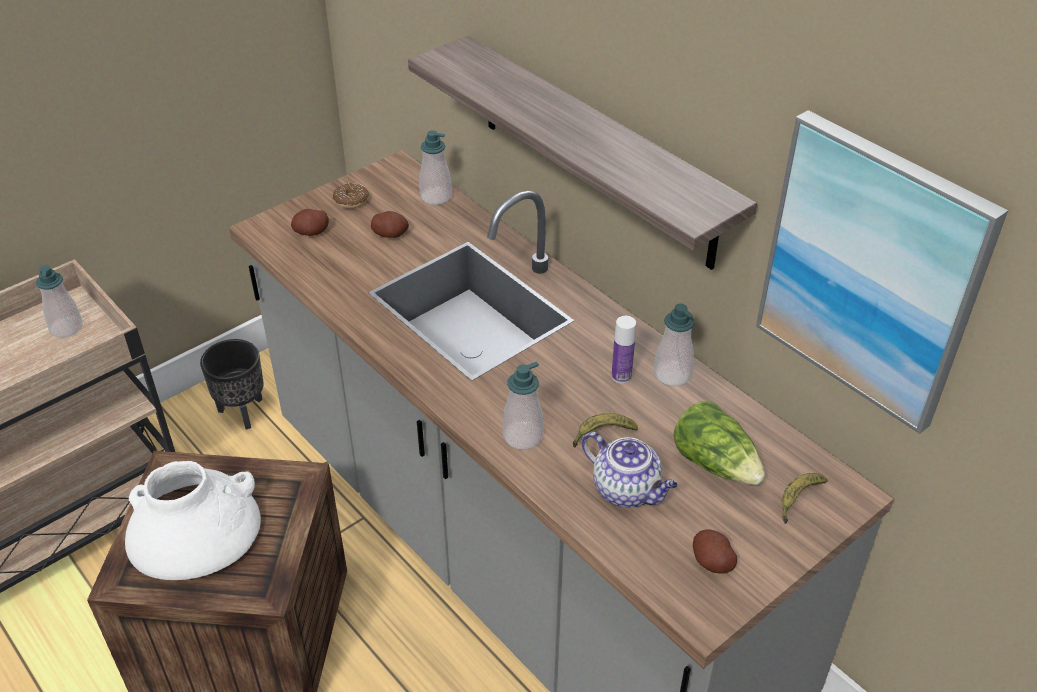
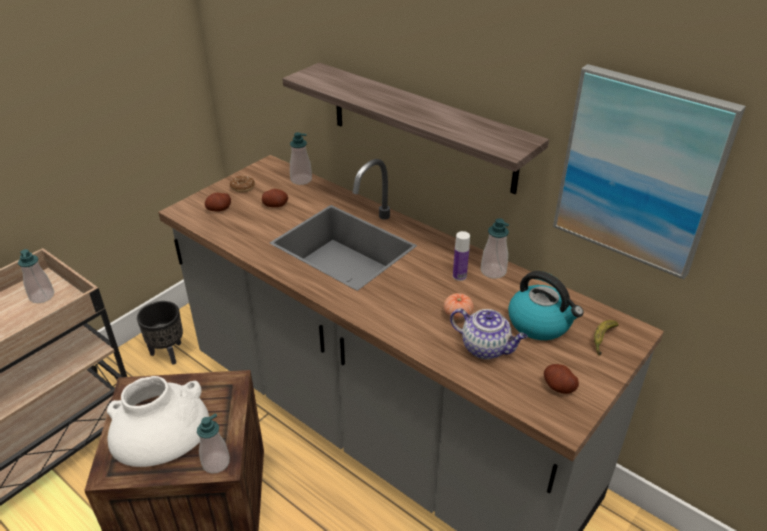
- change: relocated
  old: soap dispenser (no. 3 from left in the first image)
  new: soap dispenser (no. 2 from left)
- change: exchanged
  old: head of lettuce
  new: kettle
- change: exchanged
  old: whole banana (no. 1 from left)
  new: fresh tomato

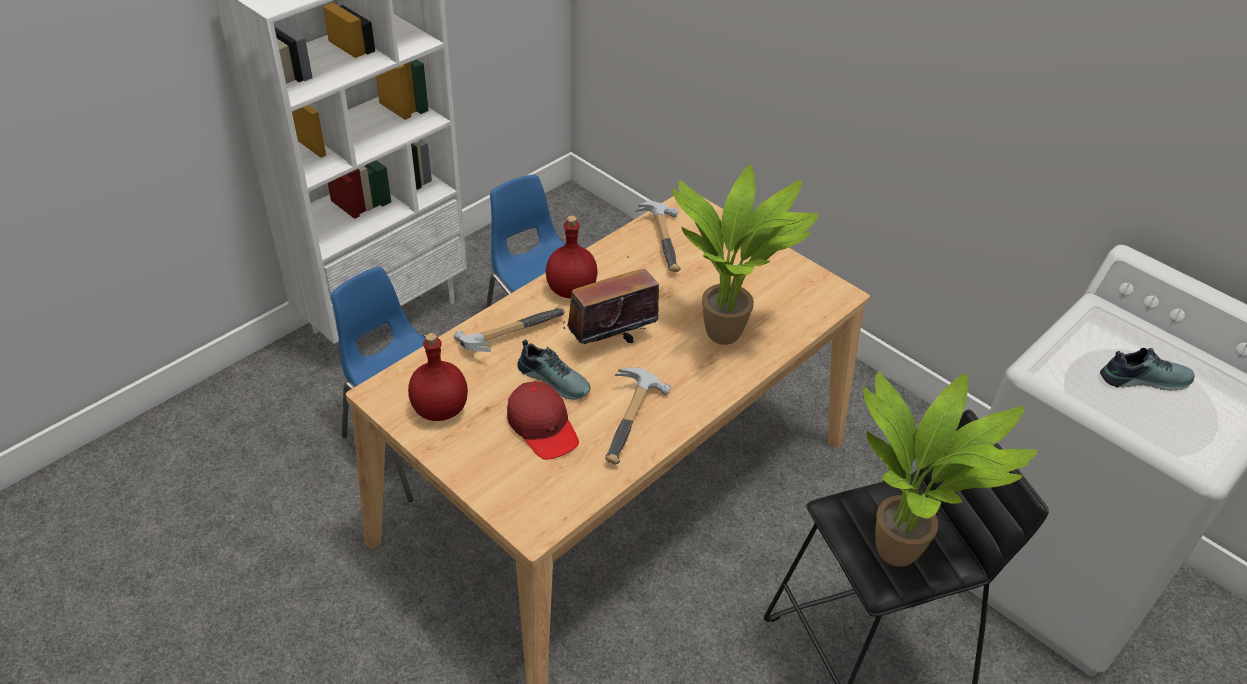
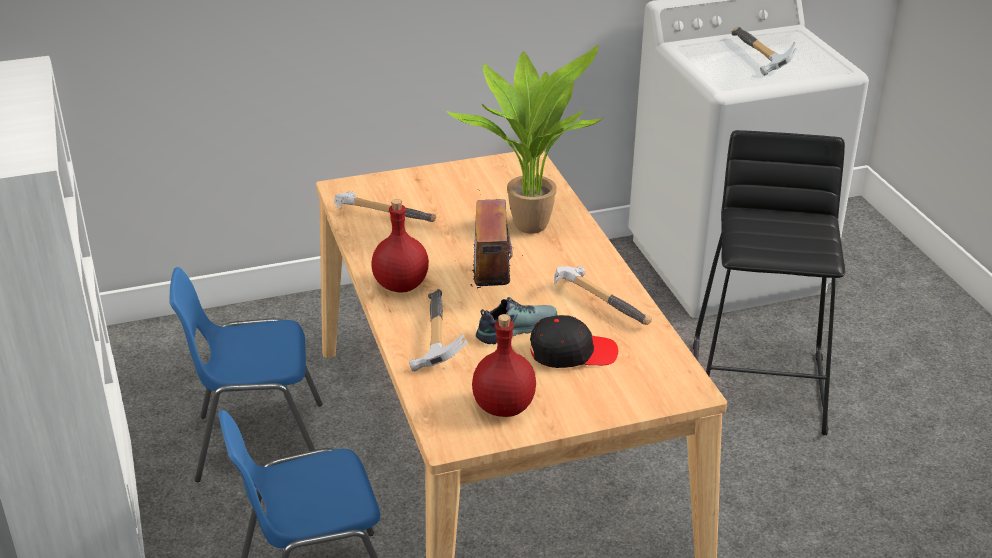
- change: exchanged
  old: shoe (no. 2 from left)
  new: tool hammer (no. 4 from left)
- change: missing
  old: potted plant (no. 2 from left)
- change: colour
  old: peaked cap/red-coloured
  new: peaked cap/black-coloured

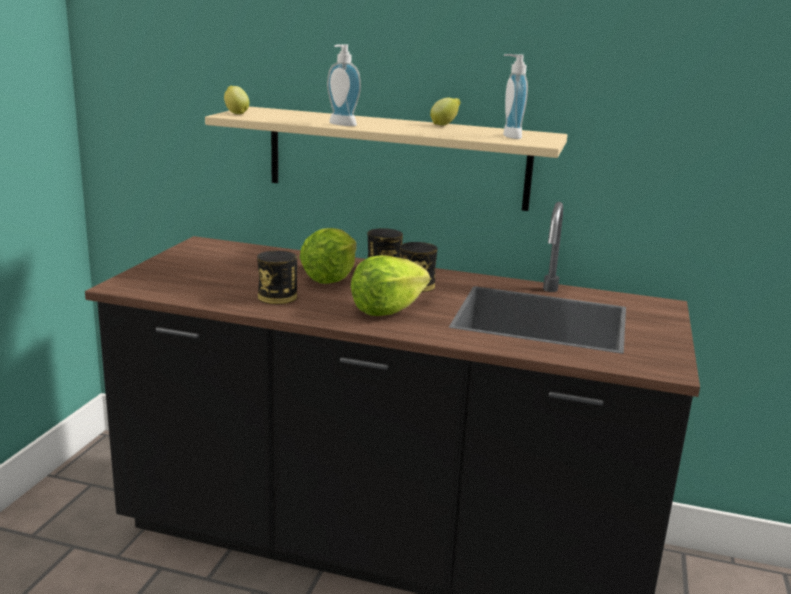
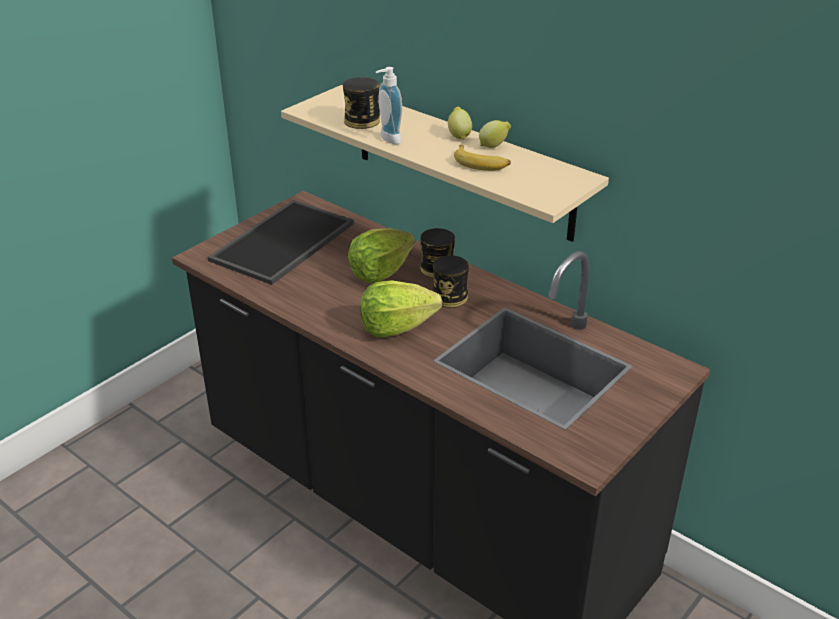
- change: missing
  old: soap dispenser (no. 2 from left)
- change: relocated
  old: lemon (no. 1 from left)
- change: relocated
  old: can (no. 1 from left)
- change: appeared
  new: whole banana
- change: appeared
  new: carrying tray

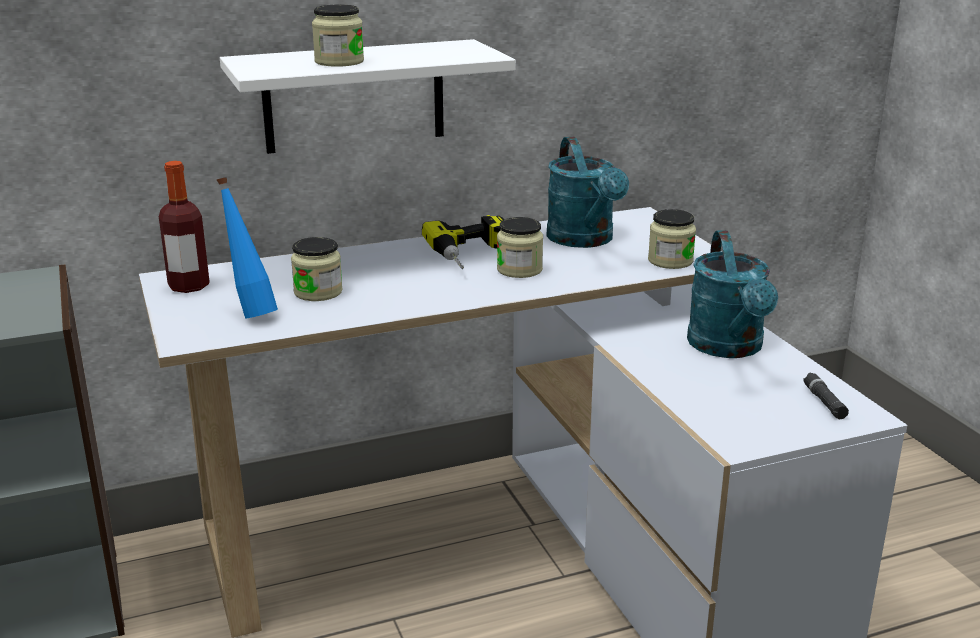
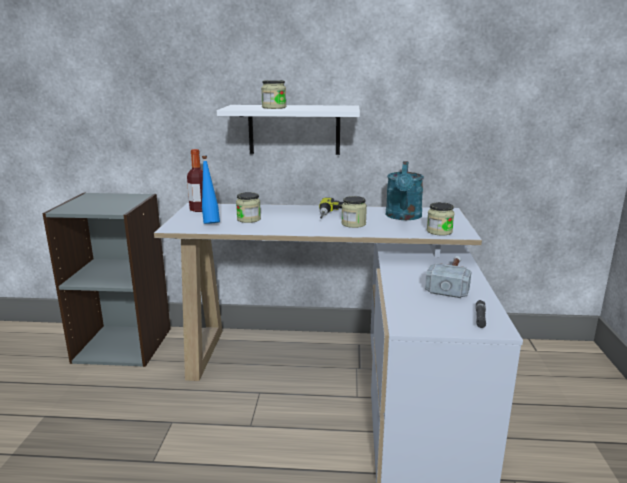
- change: exchanged
  old: watering pot/turquoise (no. 2 from left)
  new: tool hammer

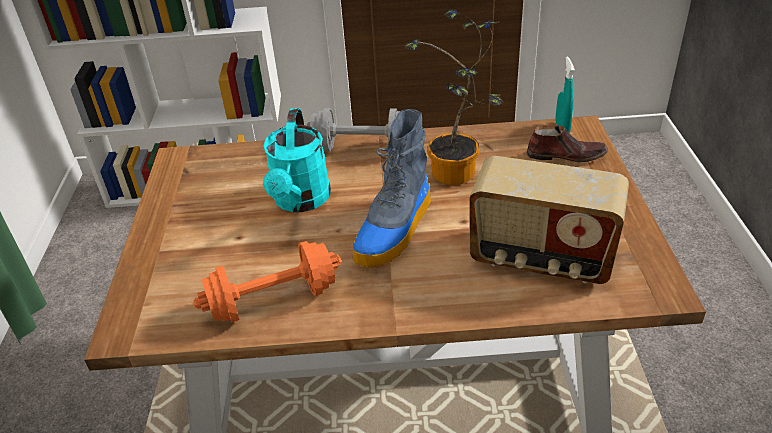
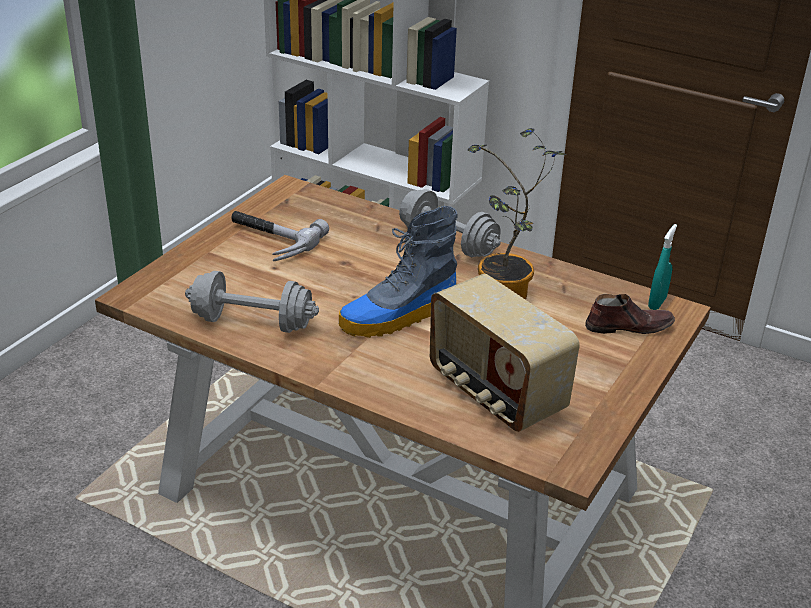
- change: missing
  old: watering pot/turquoise
- change: spun
  old: shoe/brown-coloured
  degrees: -45
- change: colour
  old: hand weight/orange
  new: hand weight/grey (no. 1 from left)
- change: appeared
  new: tool hammer

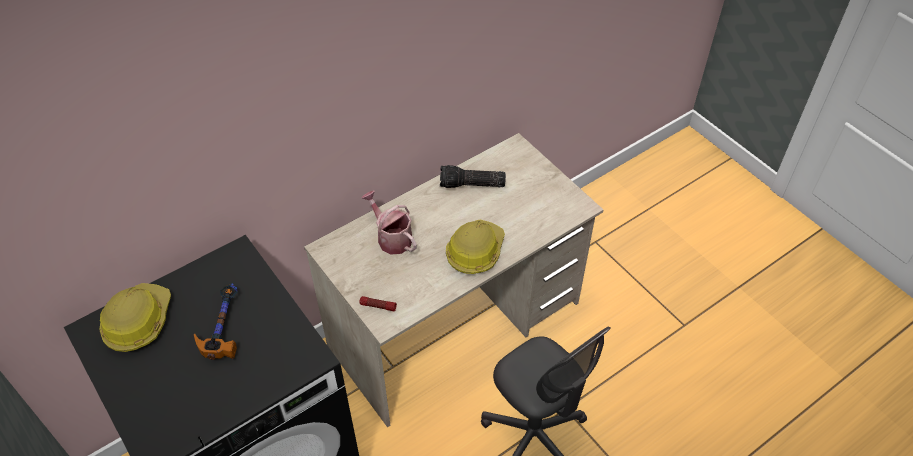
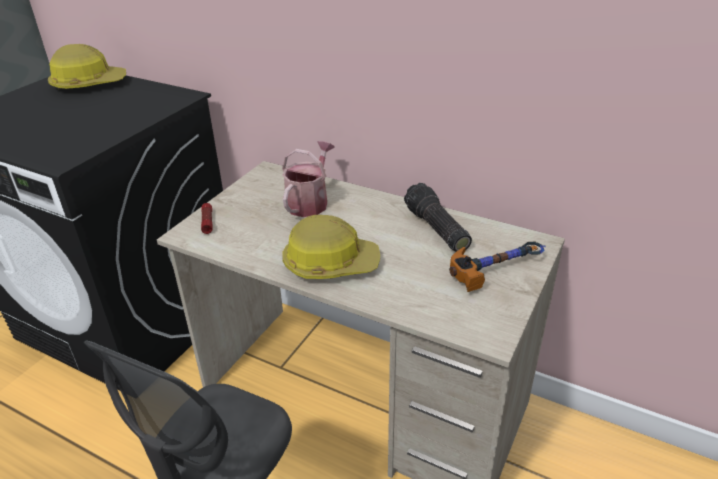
- change: relocated
  old: tool hammer

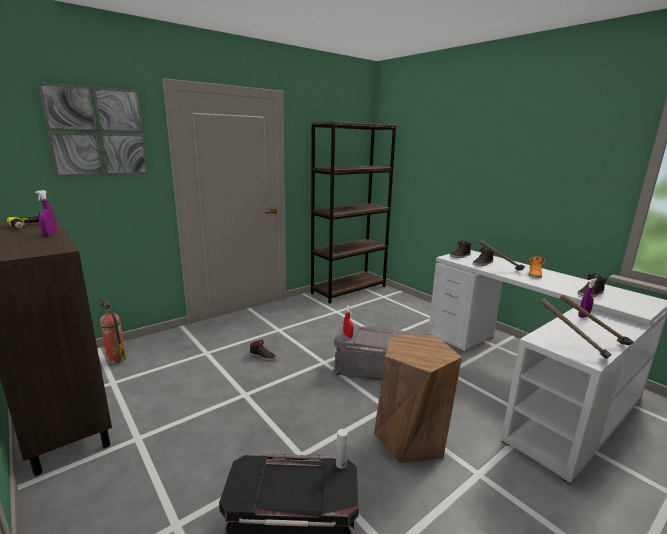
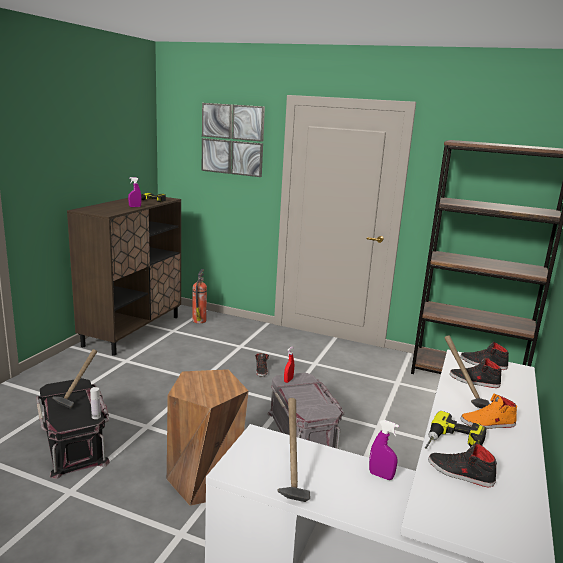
- change: relocated
  old: tool hammer (no. 2 from left in the first image)
  new: tool hammer (no. 1 from left)
- change: appeared
  new: electric drill (no. 2 from left)

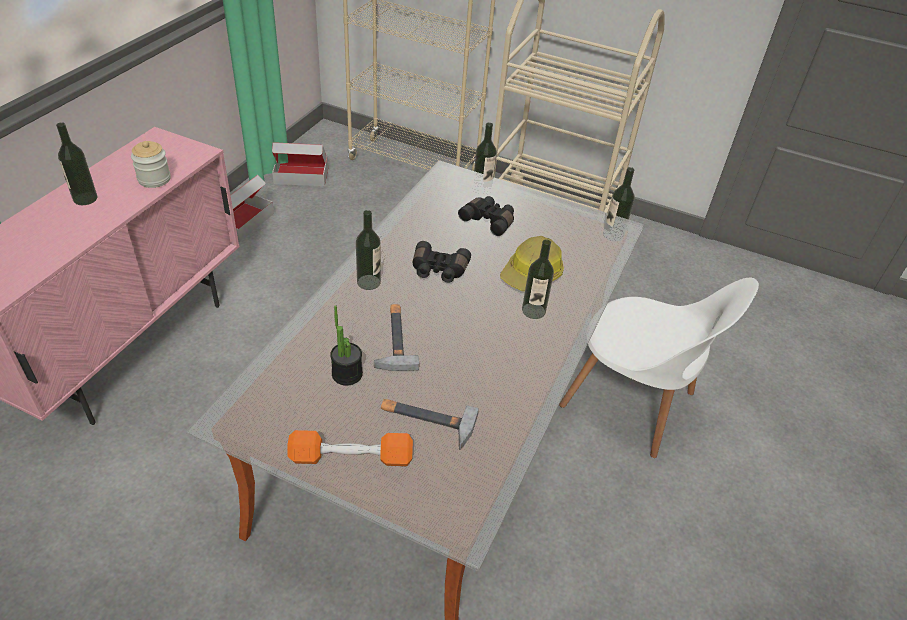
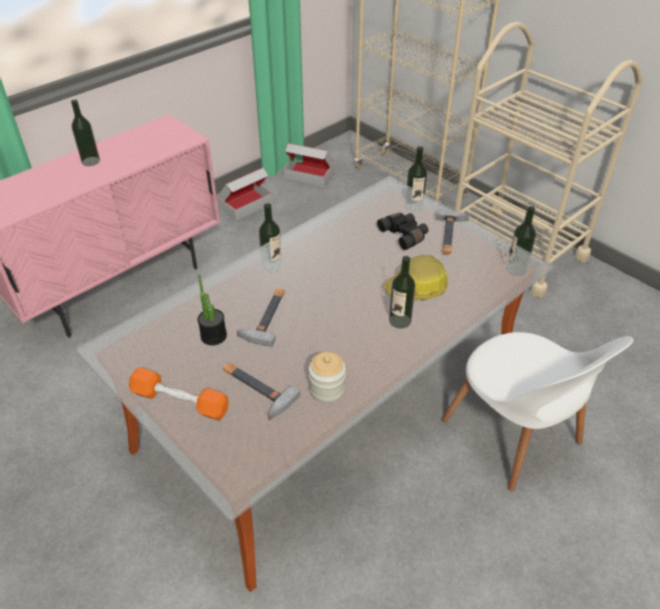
- change: relocated
  old: storage jar
- change: missing
  old: field glasses/black-coloured (no. 1 from left)
- change: appeared
  new: tool hammer (no. 3 from left)

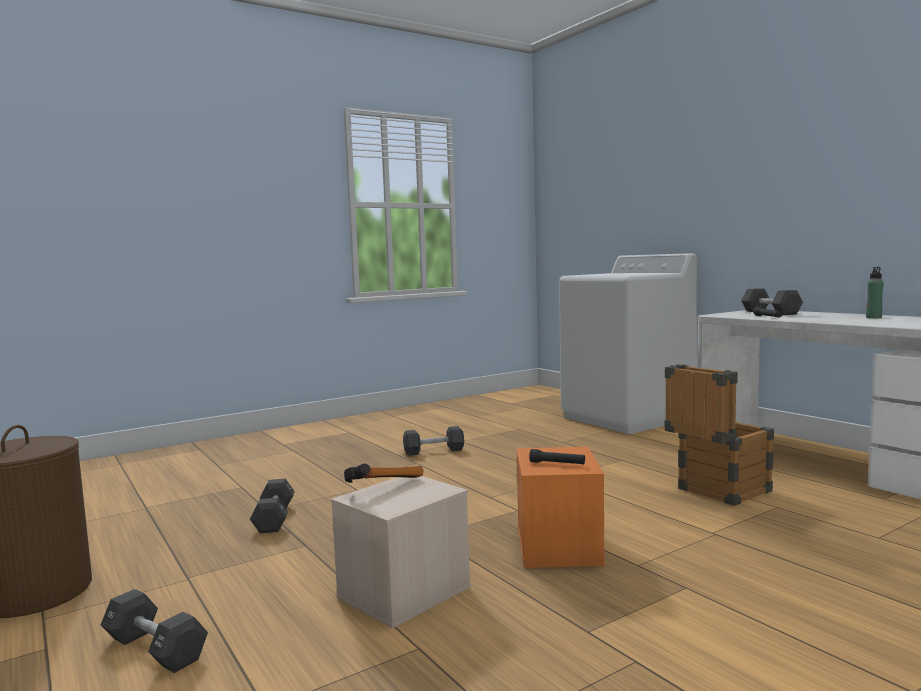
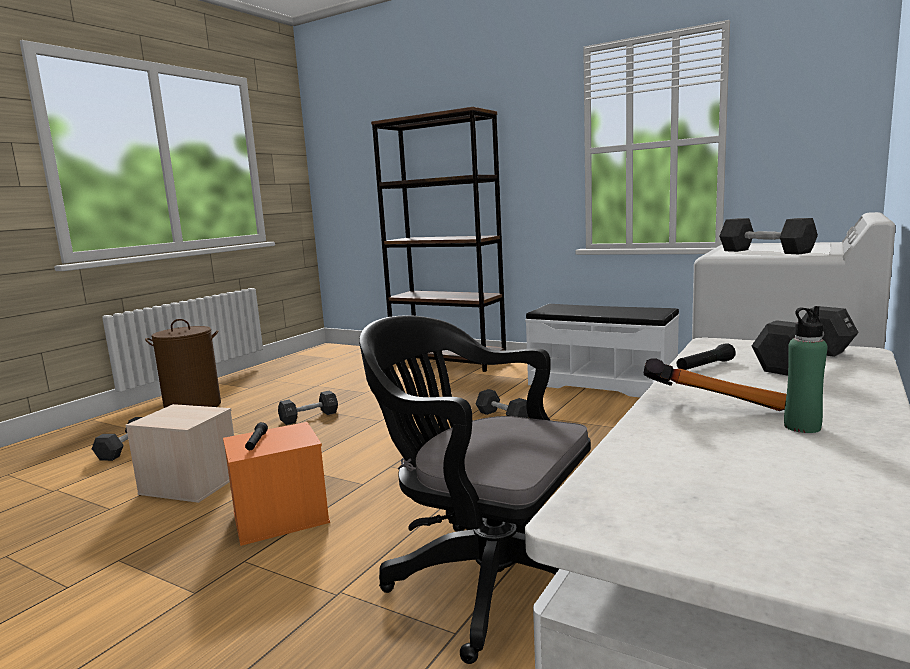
- change: exchanged
  old: shipping crate
  new: desk chair/black-coloured
- change: relocated
  old: tool hammer
- change: appeared
  new: bookshelf/brown-coloured
- change: appeared
  new: hand weight/black-coloured (no. 4 from left)
- change: appeared
  new: indoor bench/white

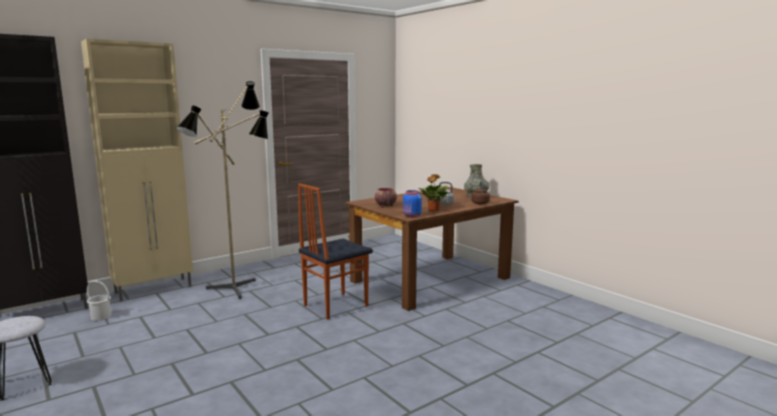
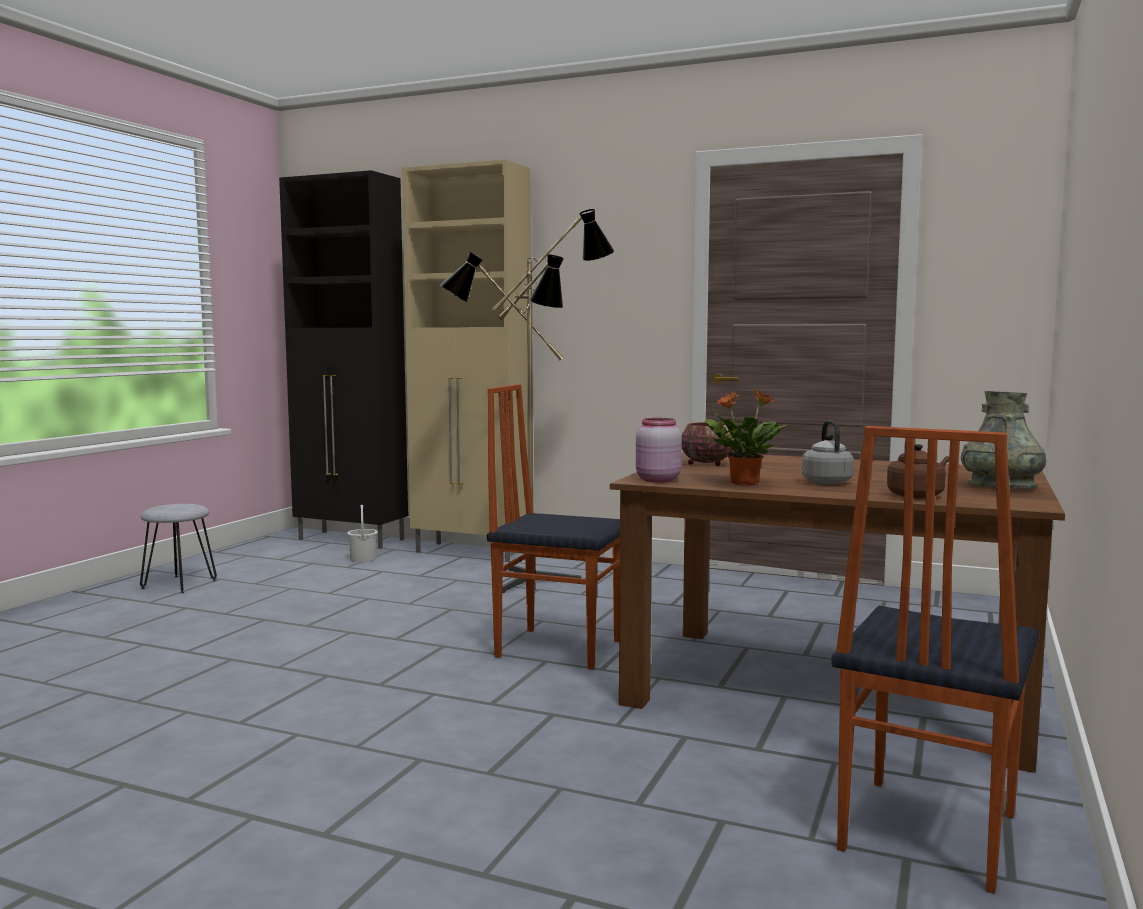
- change: colour
  old: storage jar/blue
  new: storage jar/pink
- change: appeared
  new: plain chair (no. 2 from left)

